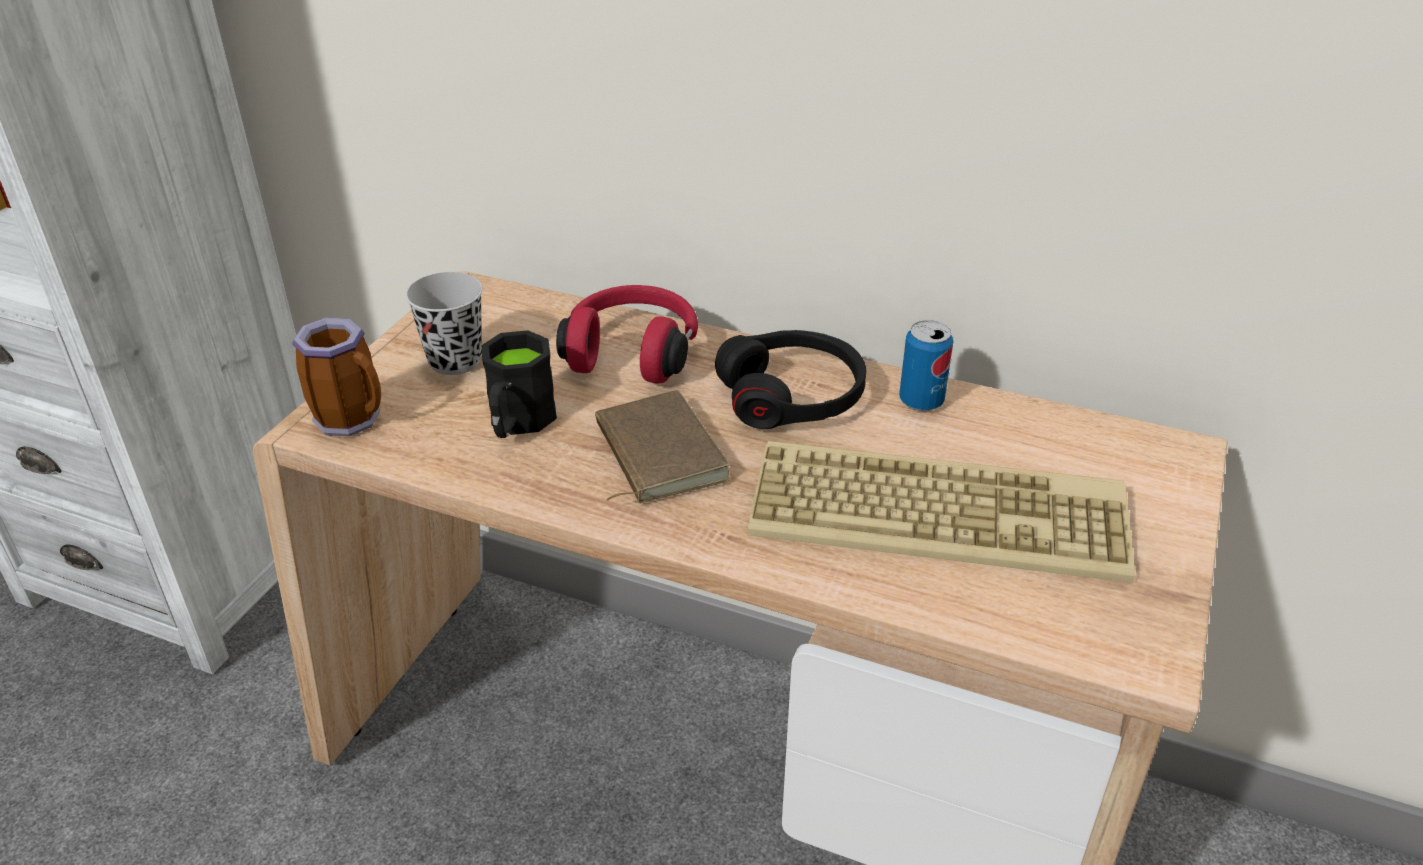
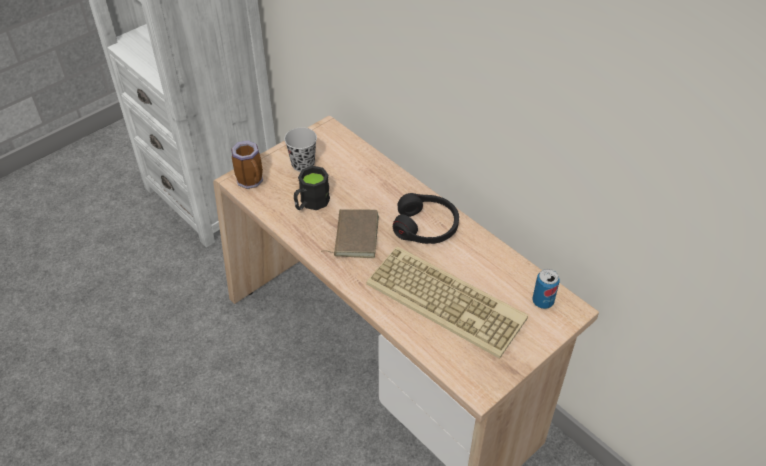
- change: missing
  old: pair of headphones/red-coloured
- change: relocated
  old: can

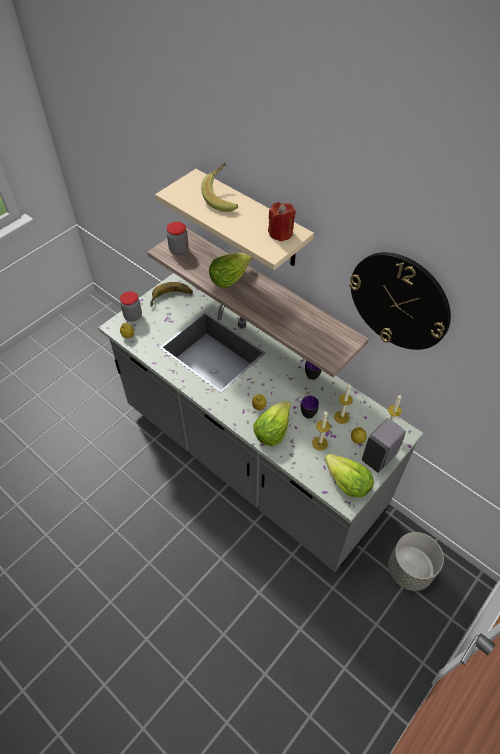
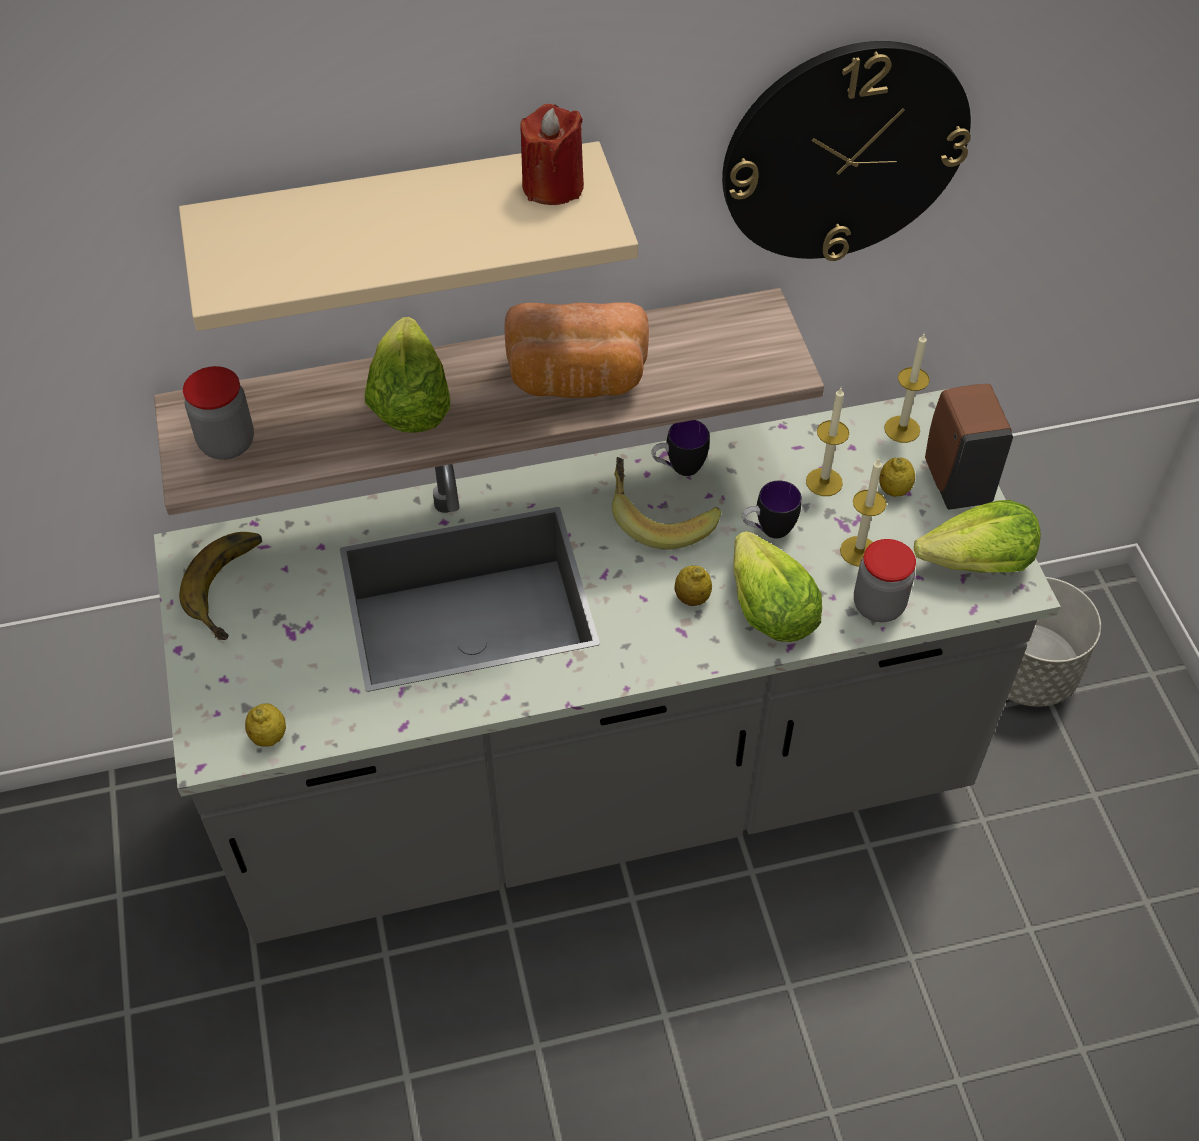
- change: relocated
  old: whole banana (no. 2 from left)
- change: relocated
  old: storage jar (no. 1 from left in the first image)
  new: storage jar (no. 2 from left)
- change: colour
  old: soap dispenser/grey
  new: soap dispenser/brown-coloured
- change: appeared
  new: bakery bread

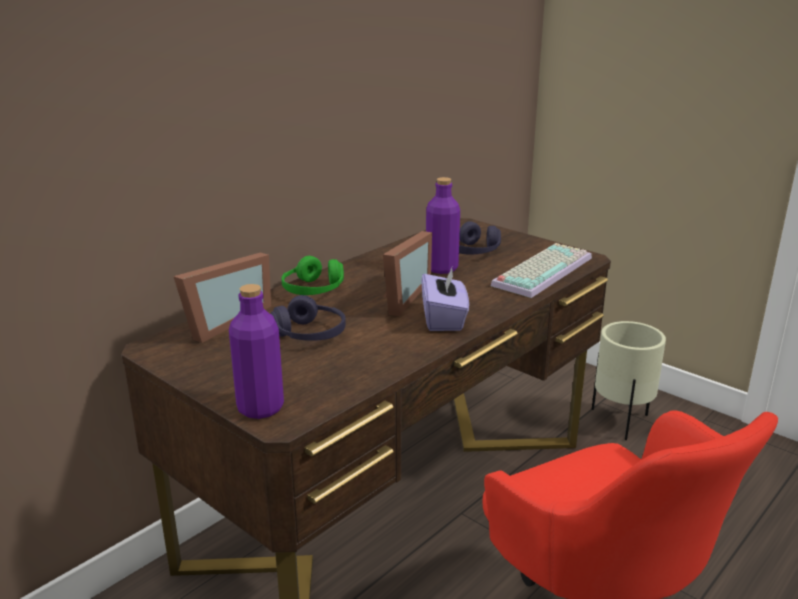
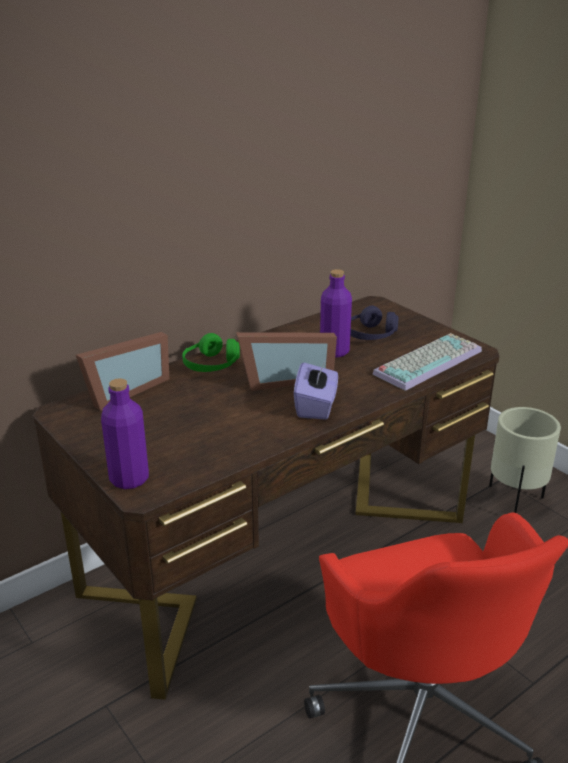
- change: spun
  old: standing frame (no. 2 from left)
  degrees: 45
- change: missing
  old: pair of headphones/purplish (no. 1 from left)

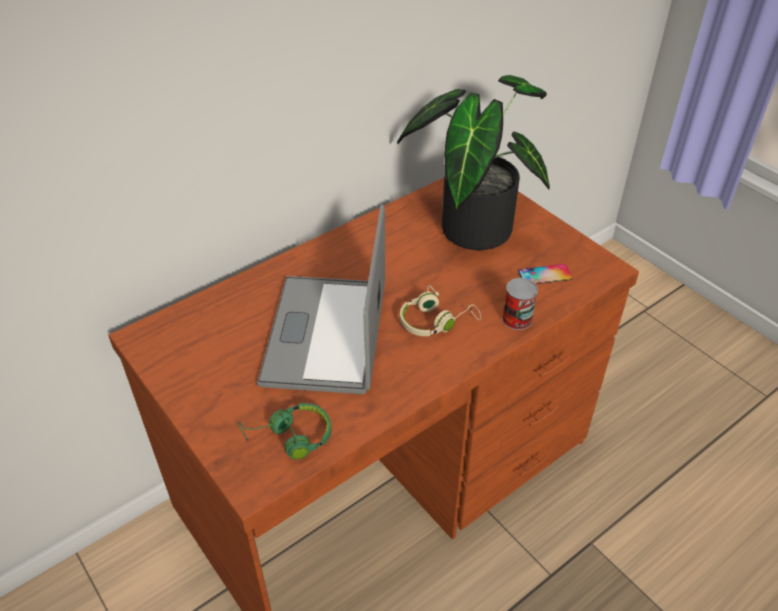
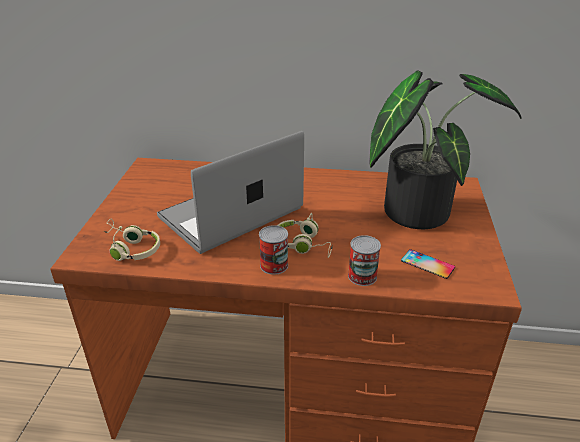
- change: colour
  old: pair of headphones/green
  new: pair of headphones/sand-coloured (no. 1 from left)
- change: appeared
  new: can (no. 1 from left)

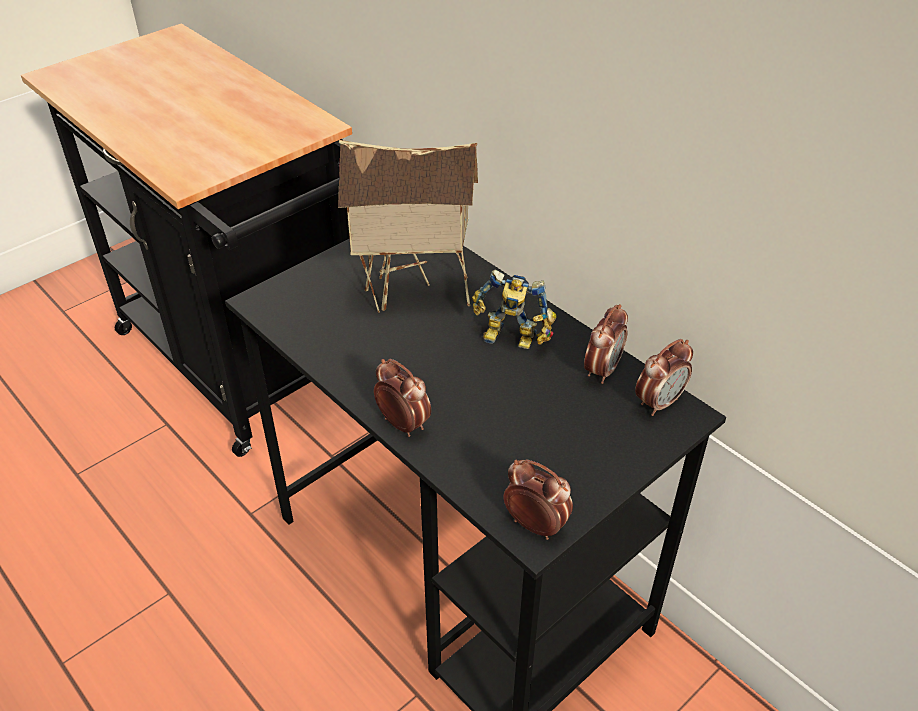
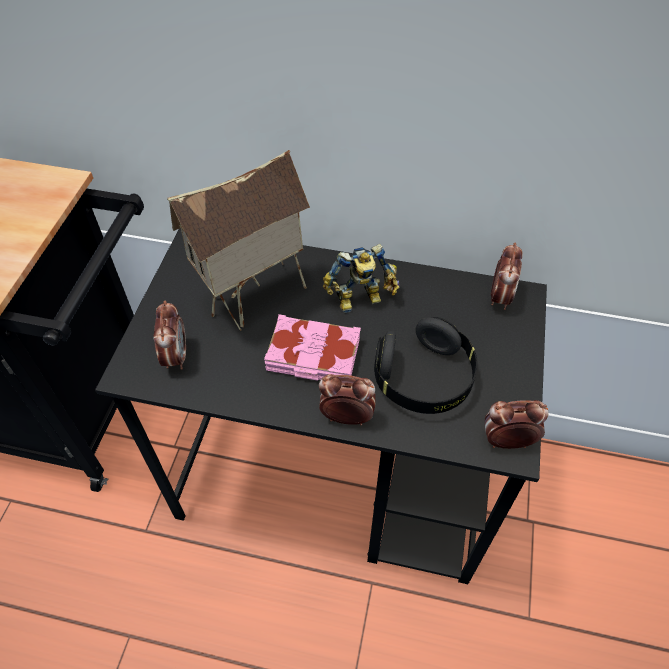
- change: relocated
  old: alarm clock (no. 3 from left in the first image)
  new: alarm clock (no. 1 from left)
- change: appeared
  new: bound book/pink
- change: appeared
  new: pair of headphones/black-coloured

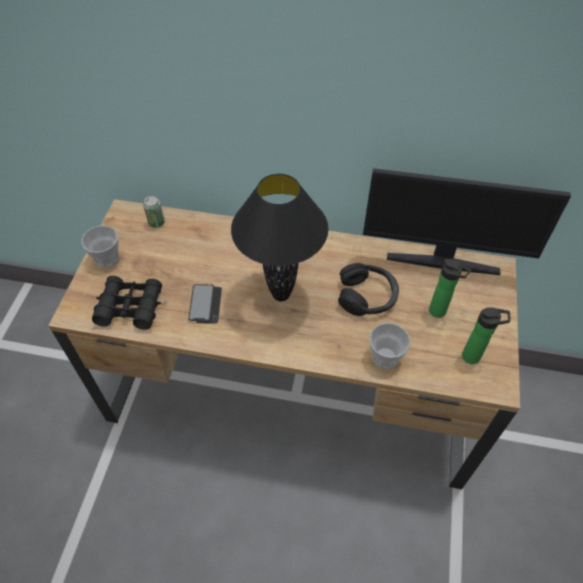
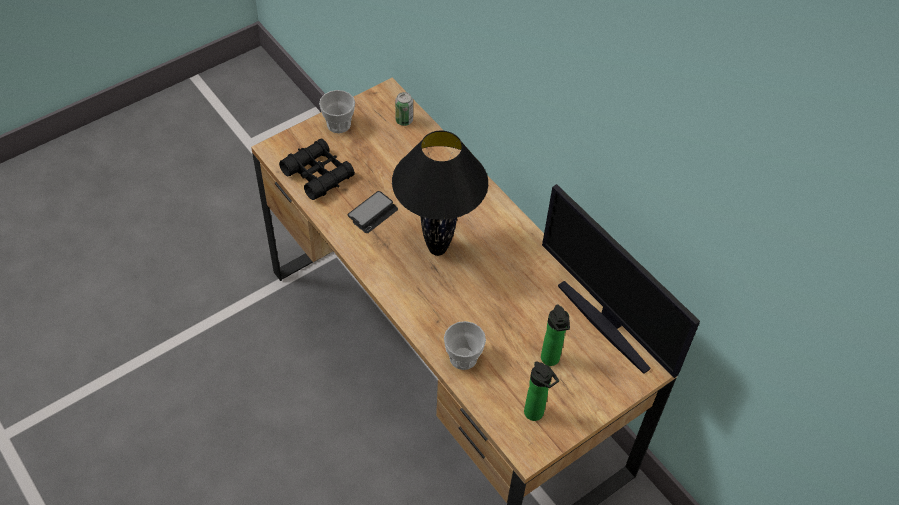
- change: missing
  old: pair of headphones/black-coloured

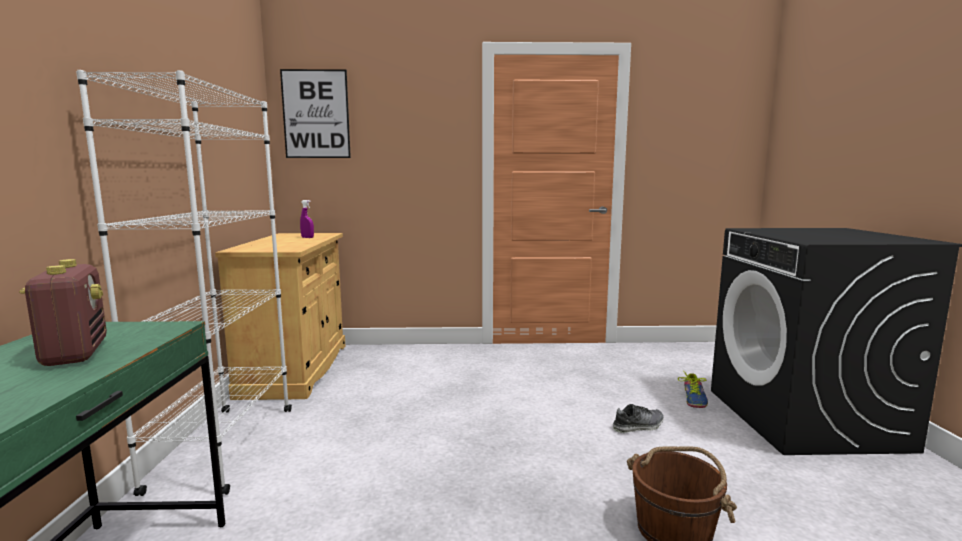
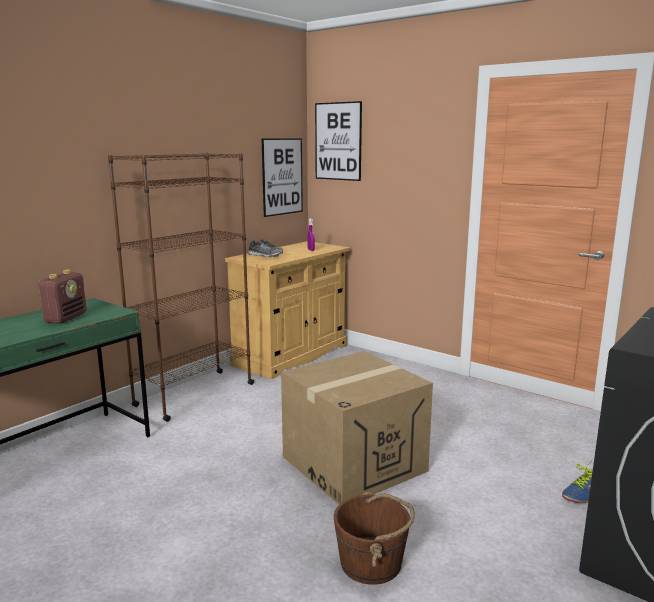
- change: colour
  old: bookshelf/white
  new: bookshelf/brown-coloured
- change: relocated
  old: shoe (no. 1 from left)
- change: appeared
  new: wall picture (no. 1 from left)
- change: appeared
  new: carton

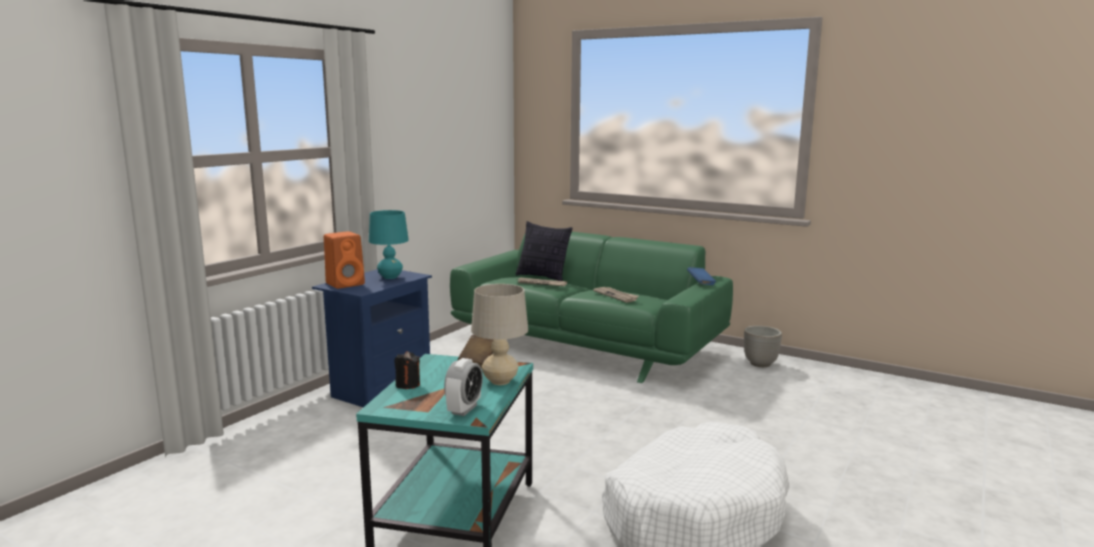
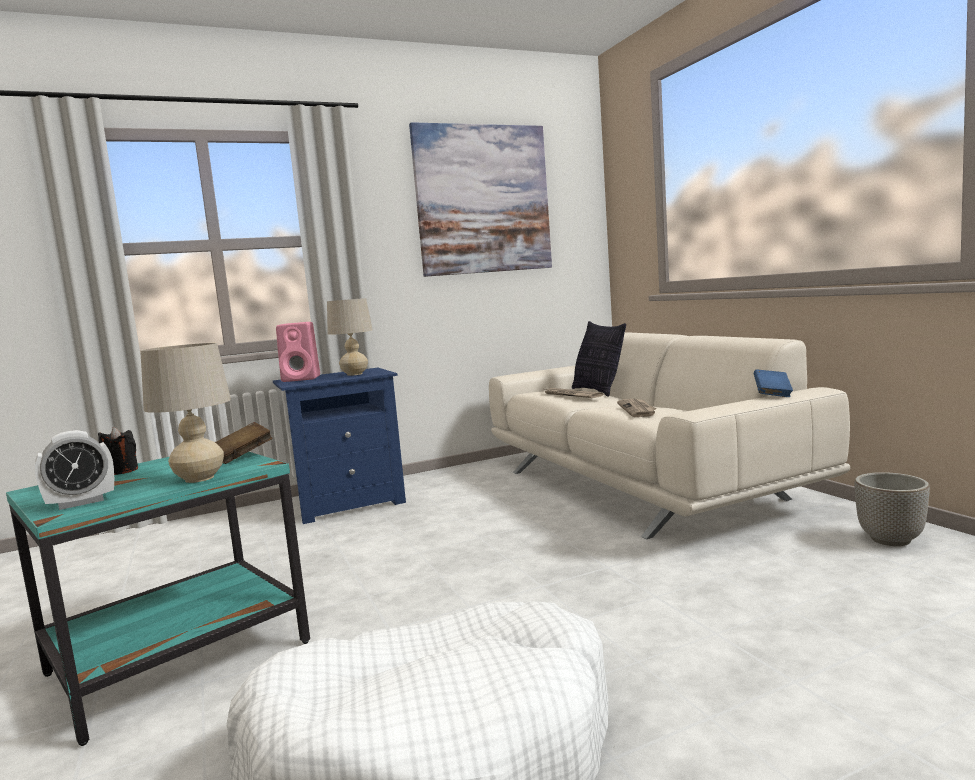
- change: colour
  old: tabletop lamp/turquoise
  new: tabletop lamp/sand-coloured (no. 2 from left)
- change: colour
  old: audio speaker/orange
  new: audio speaker/pink
- change: colour
  old: settee/green
  new: settee/sand-coloured
- change: appeared
  new: wall picture

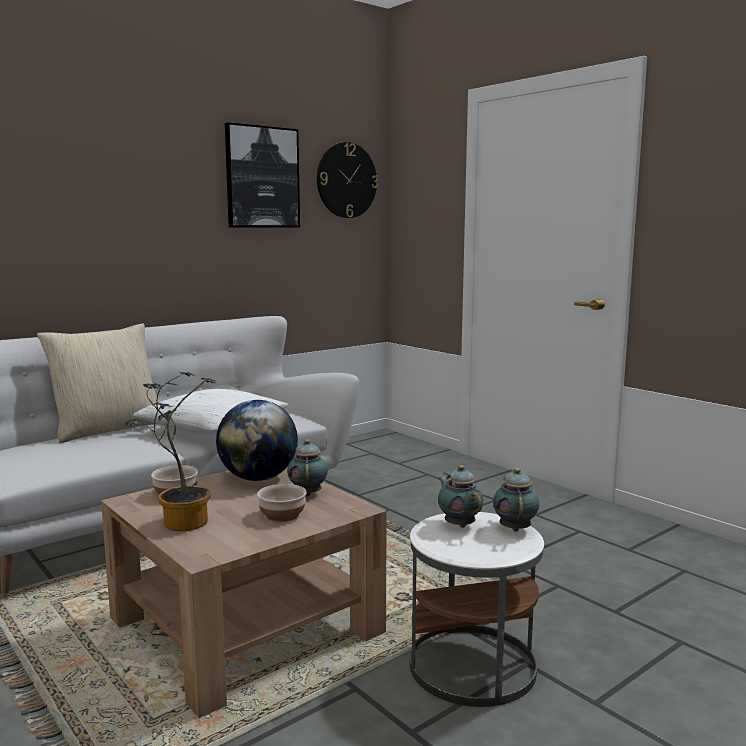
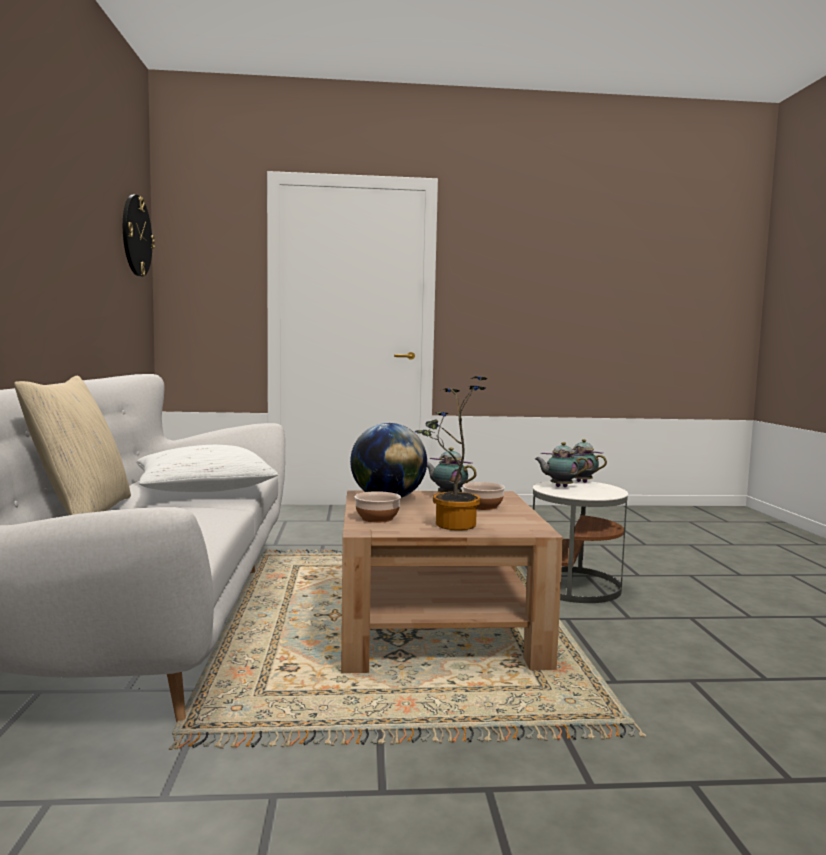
- change: missing
  old: wall picture

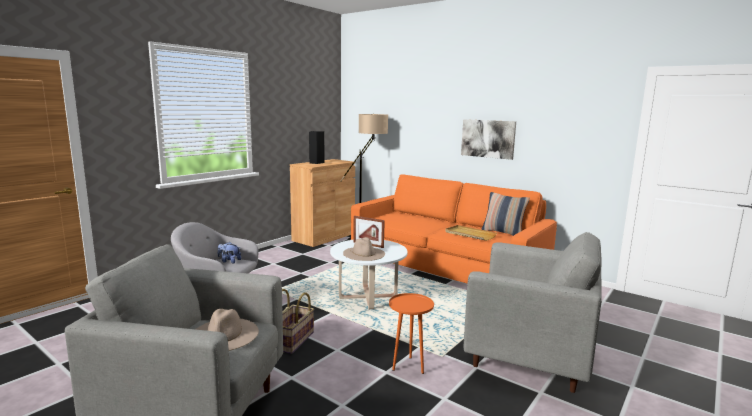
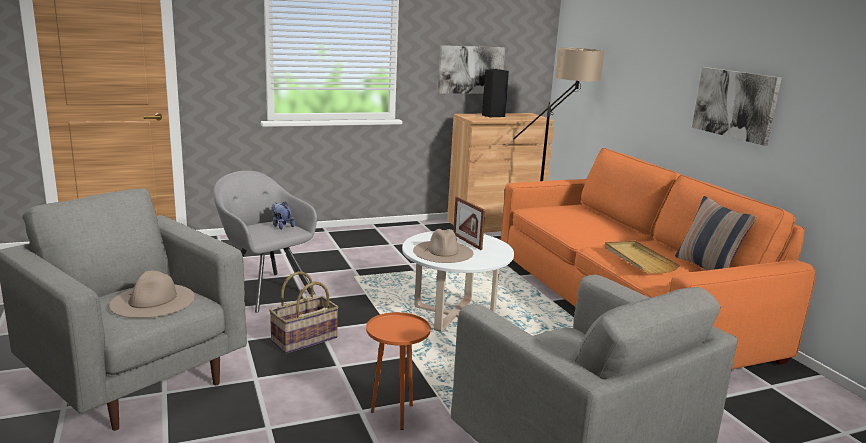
- change: appeared
  new: wall picture (no. 1 from left)

